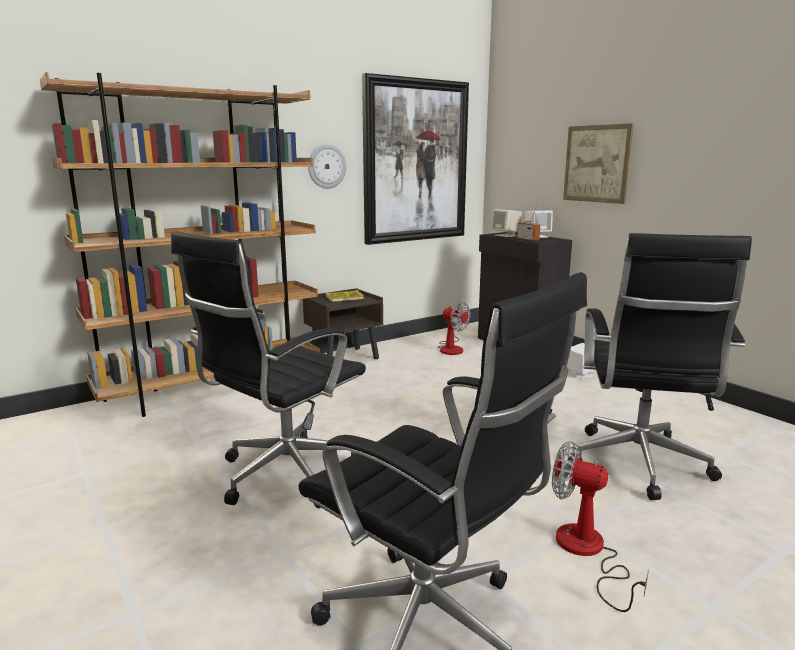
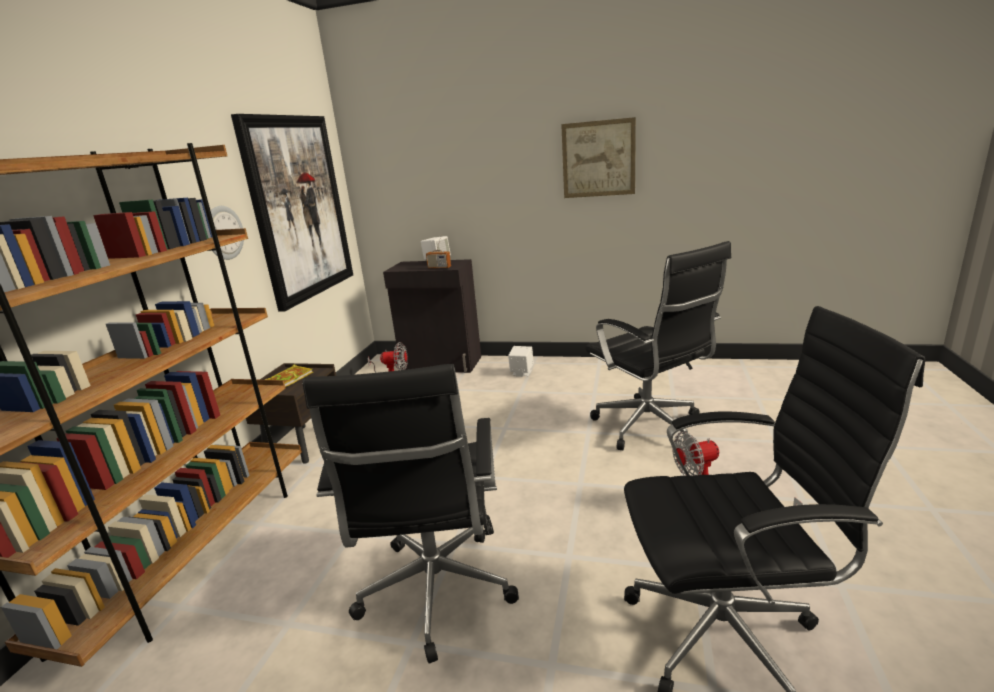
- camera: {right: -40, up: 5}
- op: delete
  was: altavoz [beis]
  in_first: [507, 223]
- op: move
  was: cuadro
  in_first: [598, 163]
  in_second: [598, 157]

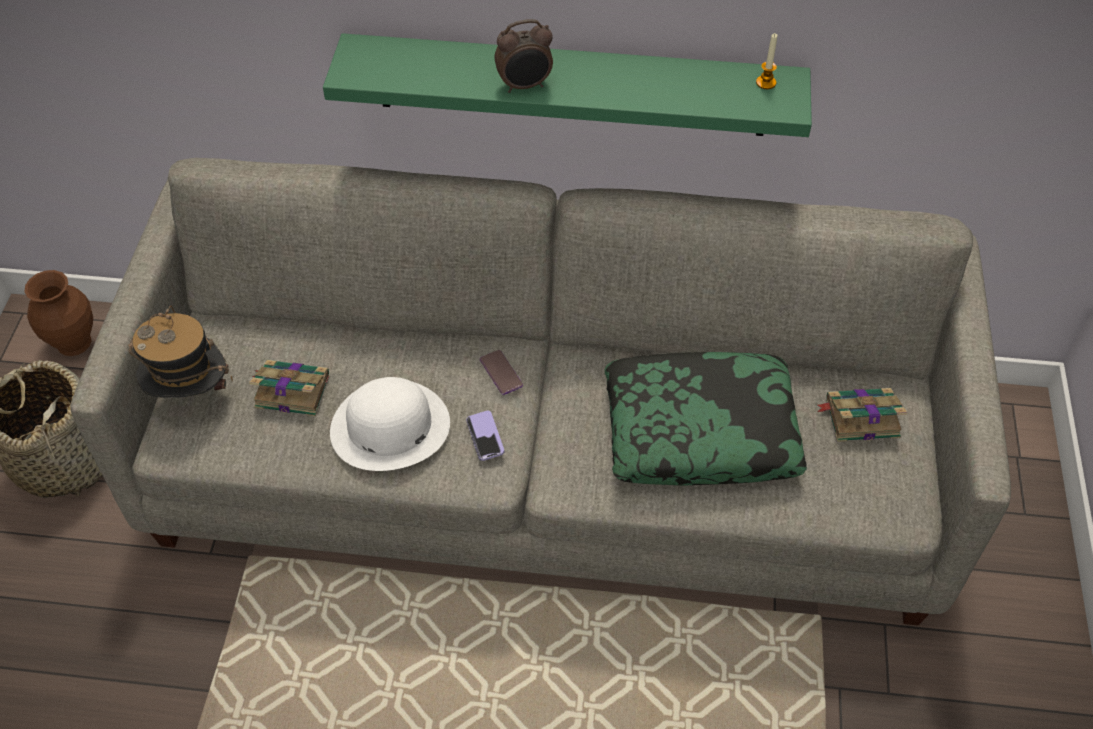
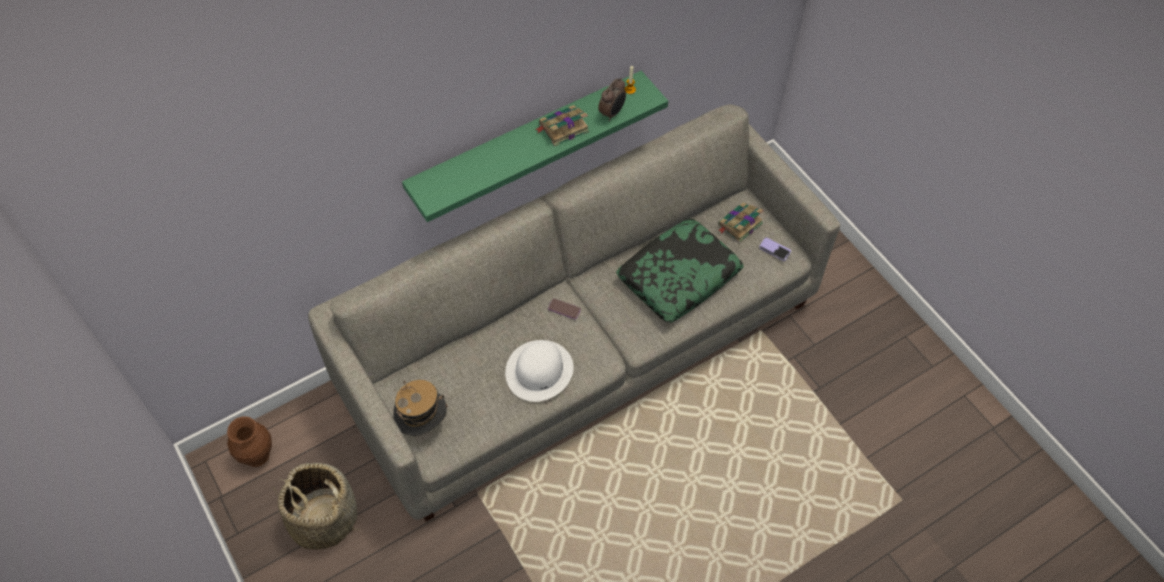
- camera: {right: -40, up: 5}
- op: move
  was: libro
  in_first: [289, 388]
  in_second: [562, 125]
- op: move
  was: móvil
  in_first: [485, 436]
  in_second: [775, 249]
- op: move
  was: despertador
  in_first: [524, 56]
  in_second: [612, 99]

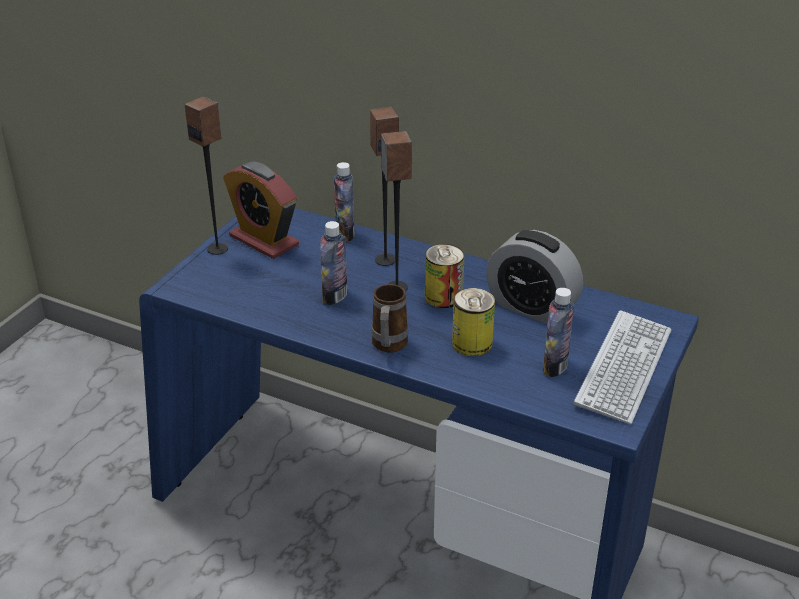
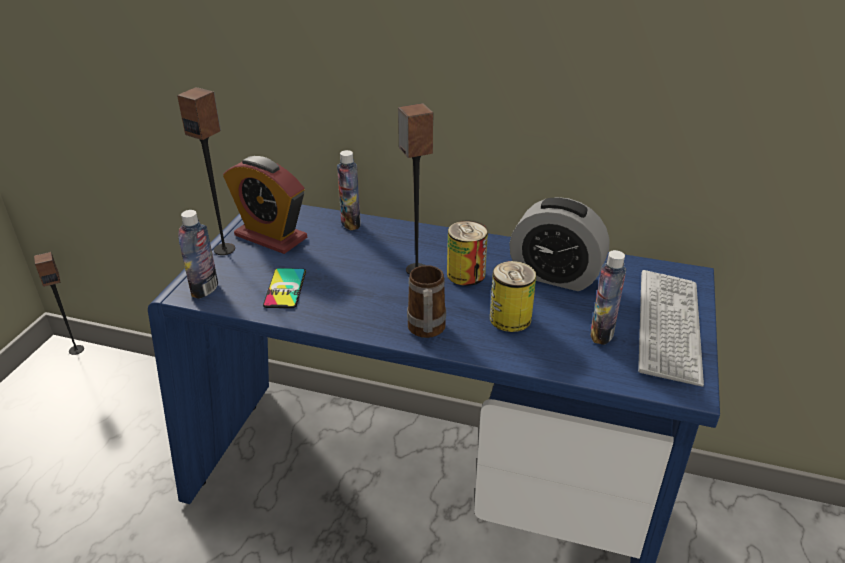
- camera: {right: -10, up: 0}
- op: insert
  now: móvil
  in_second: [284, 288]
- op: move
  was: botella
  in_first: [334, 263]
  in_second: [198, 254]
- op: move
  was: altavoz
  in_first: [384, 186]
  in_second: [59, 303]

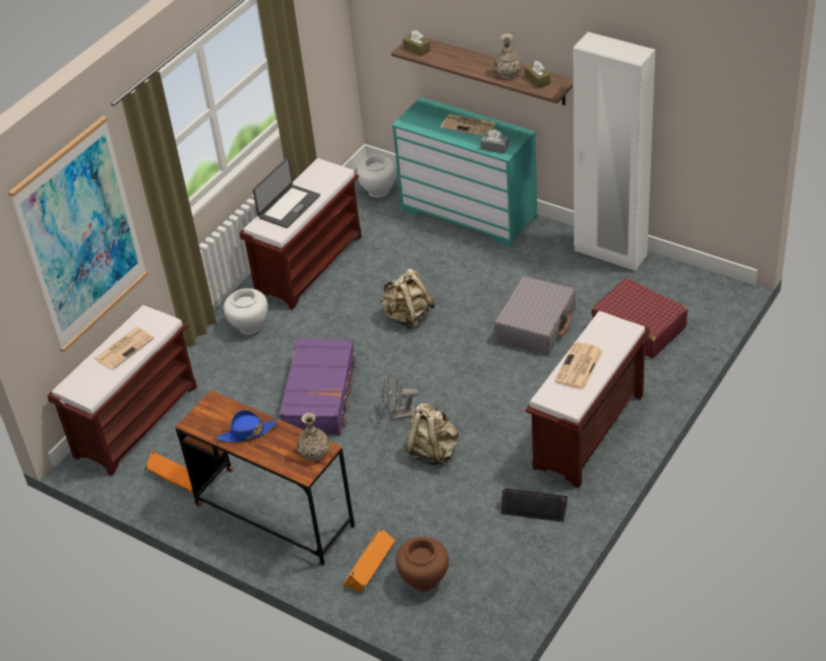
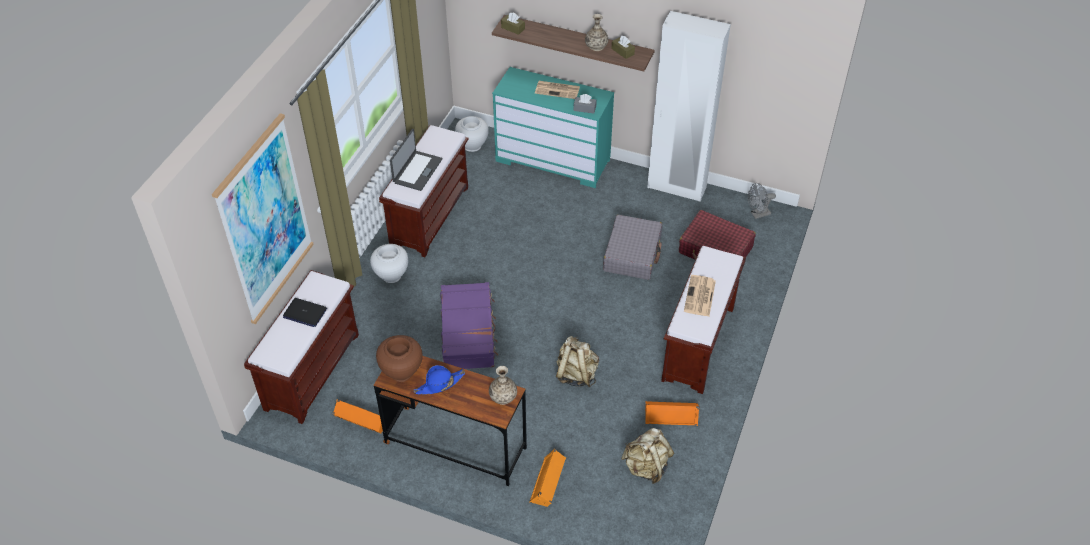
- camera: {right: -15, up: 5}
- op: move
  was: mochila [beis]
  in_first: [407, 299]
  in_second: [647, 456]
- op: move
  was: ventilador [gris]
  in_first: [400, 397]
  in_second: [762, 201]
- op: move
  was: florero [marrón]
  in_first: [422, 564]
  in_second: [399, 358]
- op: replace
  was: periódico
  now: portátil
  in_first: [124, 348]
  in_second: [305, 312]
- op: recolor
  was: altavoz [negro]
  now: altavoz [naranja]
  in_first: [534, 505]
  in_second: [672, 413]

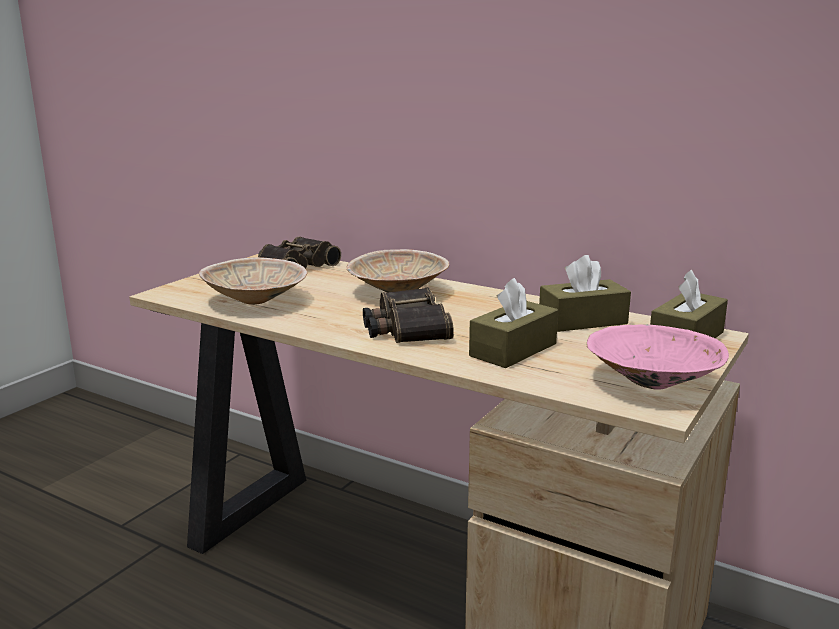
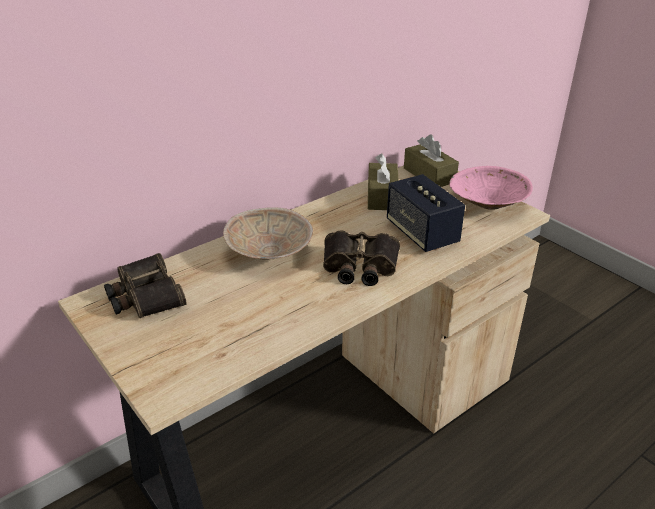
- camera: {right: -70, up: 15}
- op: delete
  was: cuenco [beis]
  in_first: [253, 281]
- op: replace
  was: caja de pañuelos [marrón]
  now: altavoz
  in_first: [513, 323]
  in_second: [426, 213]

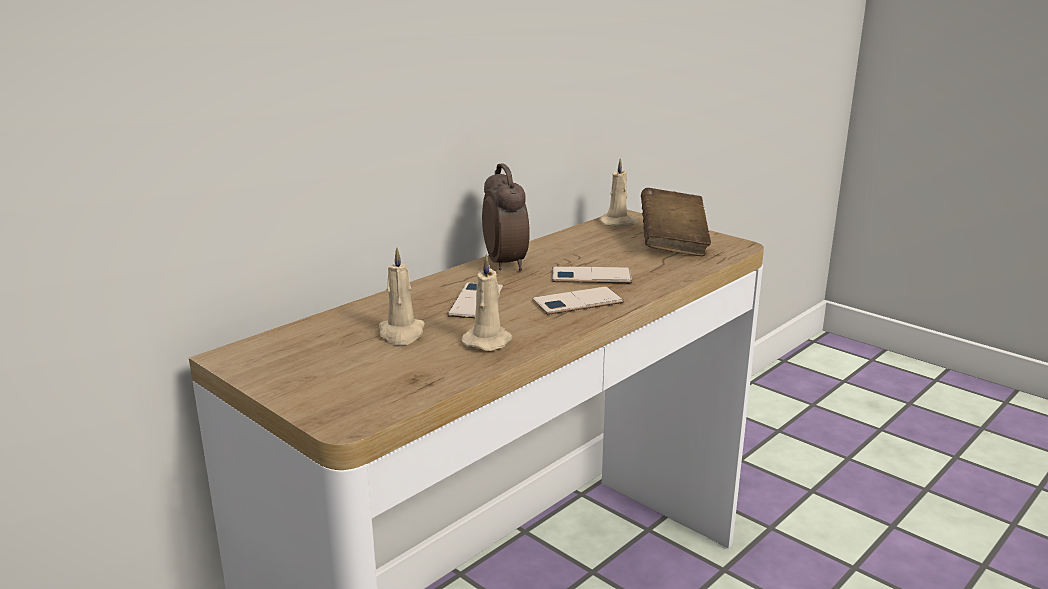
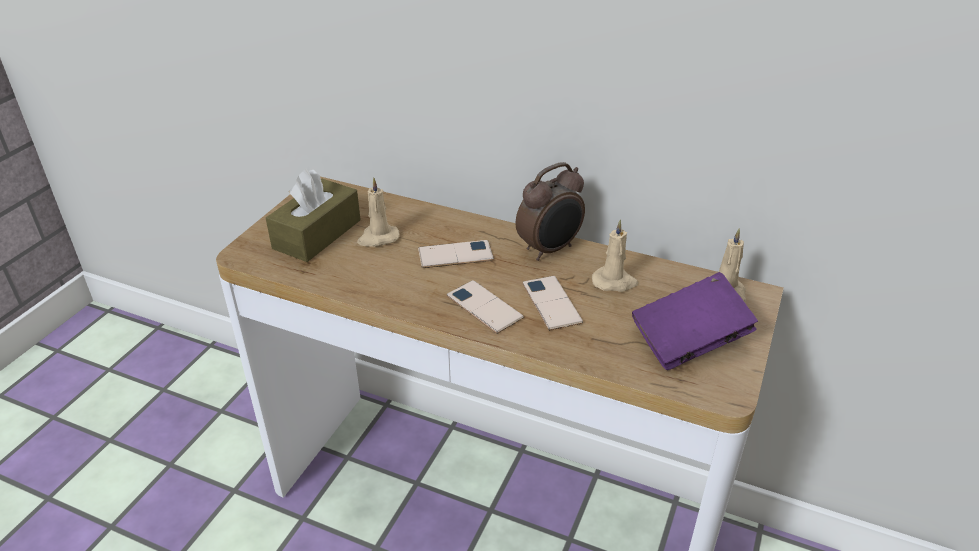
- camera: {right: 70, up: 15}
- op: insert
  now: caja de pañuelos [marrón]
  in_second: [313, 215]
- op: move
  was: vela [beis]
  in_first: [487, 302]
  in_second: [615, 255]
- op: recolor
  was: libro [marrón]
  now: libro [morado]
  in_first: [676, 222]
  in_second: [695, 321]

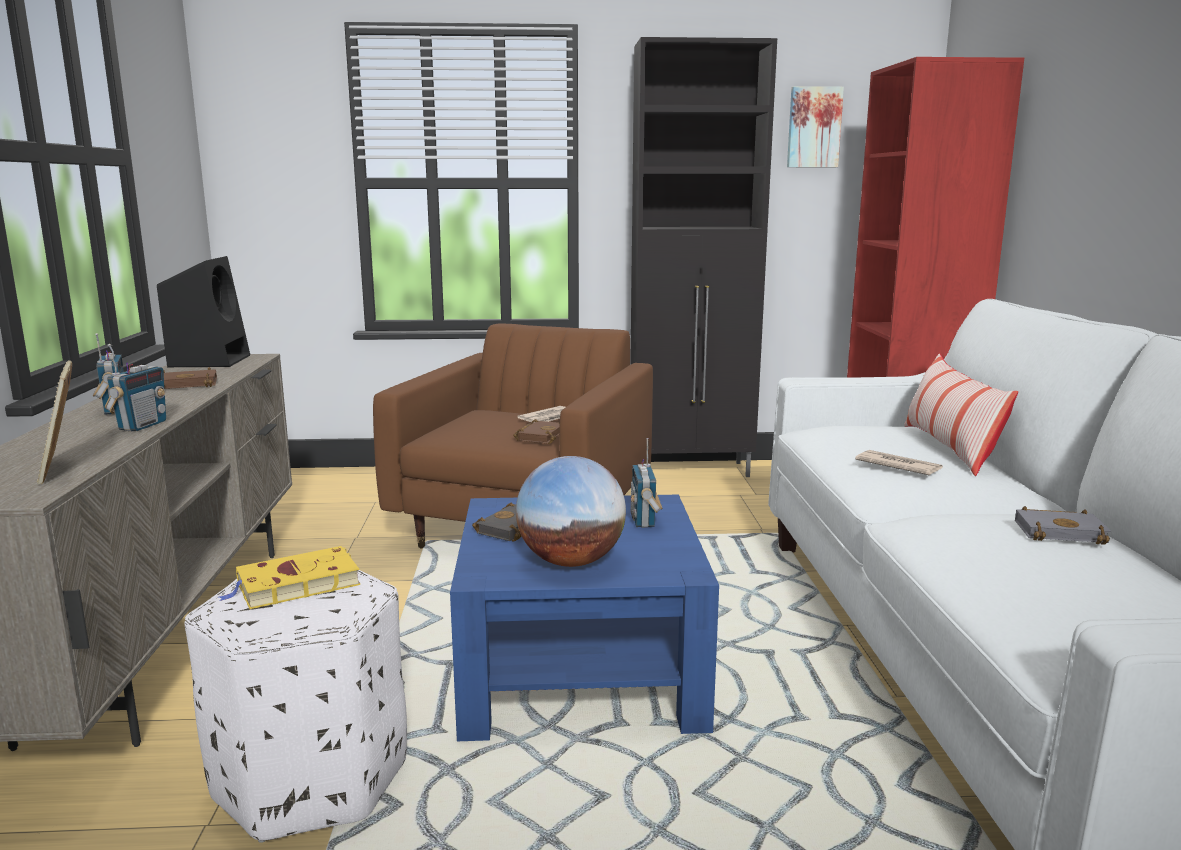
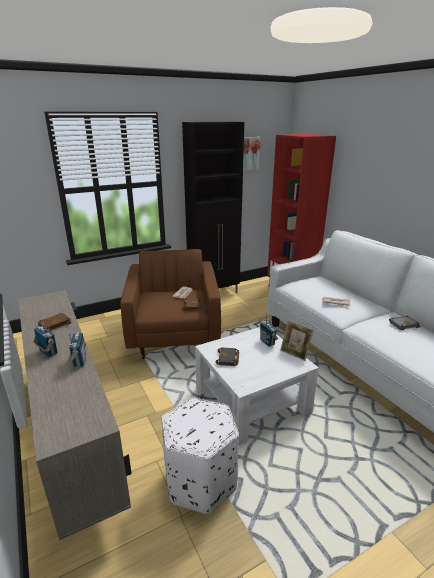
- camera: {right: -25, up: 10}
- op: delete
  was: altavoz [negro]
  in_first: [203, 311]
- op: delete
  was: libro [amarillo]
  in_first: [289, 577]
- op: delete
  was: globo terráqueo
  in_first: [571, 511]
- op: delete
  was: cojín
  in_first: [961, 415]
- op: move
  was: portarretratos
  in_first: [54, 422]
  in_second: [297, 340]
- op: recolor
  was: mesa de centro [azul]
  now: mesa de centro [blanco]
  in_first: [584, 618]
  in_second: [257, 386]

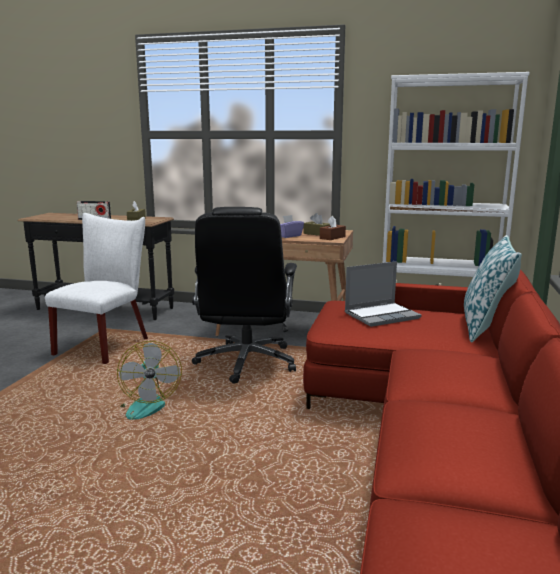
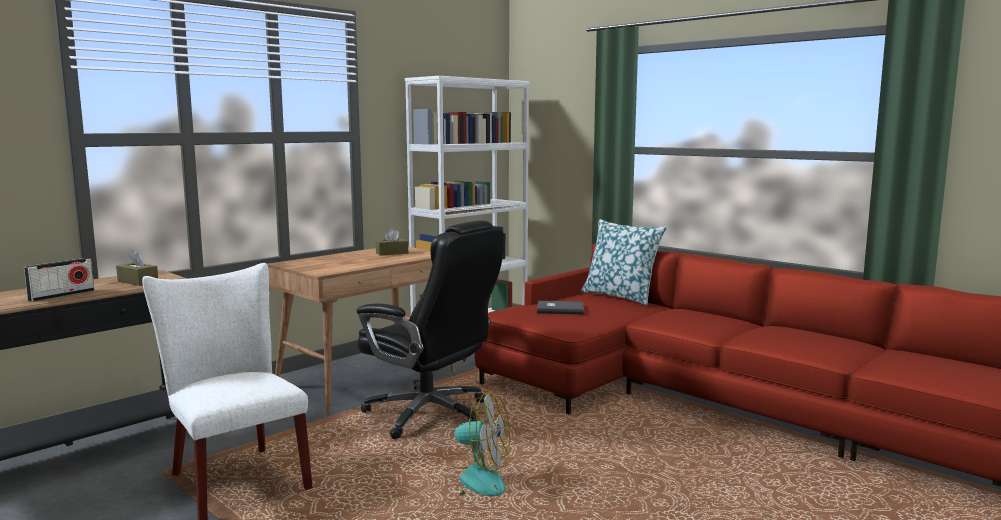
- camera: {right: -60, up: -5}
- op: delete
  was: caja de pañuelos [morado]
  in_first: [292, 226]
- op: delete
  was: caja de pañuelos [marrón]
  in_first: [333, 228]
- op: replace
  was: portátil
  now: libro [gris]
  in_first: [383, 294]
  in_second: [560, 308]

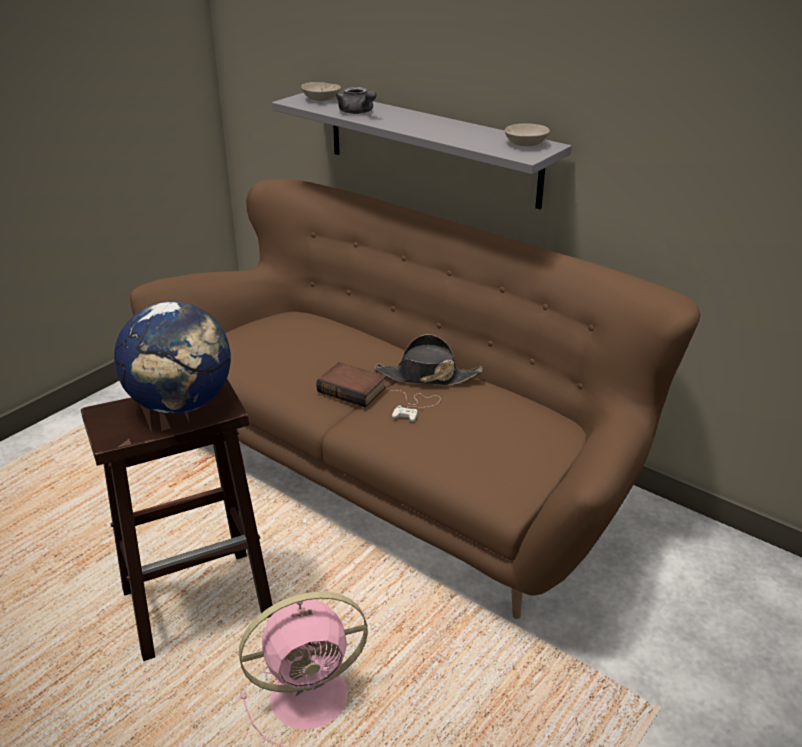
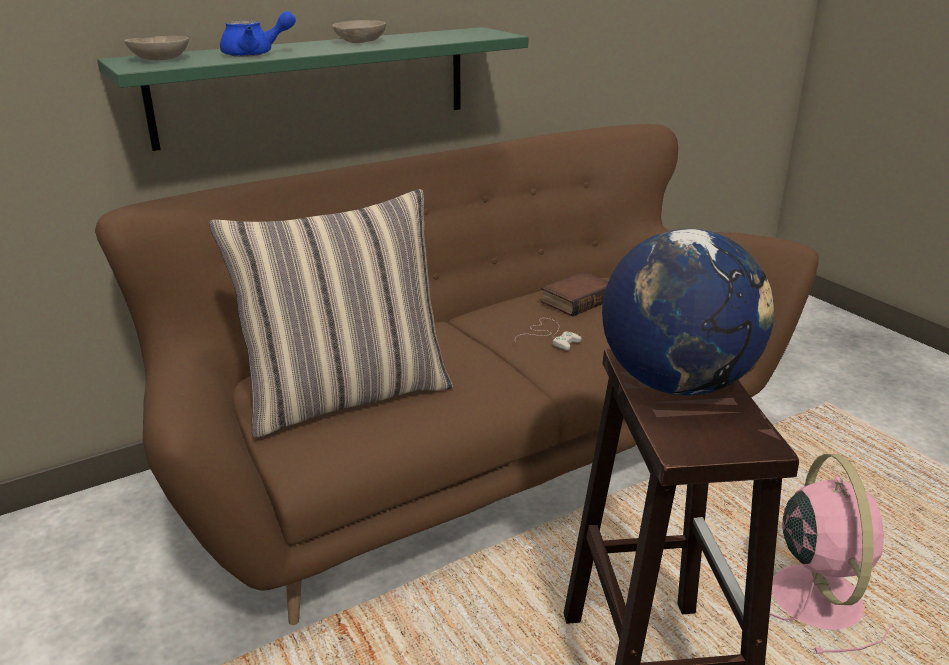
- camera: {right: -70, up: -5}
- op: delete
  was: sombrero [negro]
  in_first: [428, 359]
- op: insert
  now: cojín
  in_second: [331, 313]
- op: move
  was: libro
  in_first: [351, 384]
  in_second: [574, 294]
- op: move
  was: cuenco [beis]
  in_first: [527, 134]
  in_second: [359, 31]
- op: recolor
  was: estante [gris]
  now: estante [verde]
  in_first: [422, 151]
  in_second: [313, 89]
- op: recolor
  was: tetera [gris]
  now: tetera [azul]
  in_first: [355, 100]
  in_second: [258, 34]

